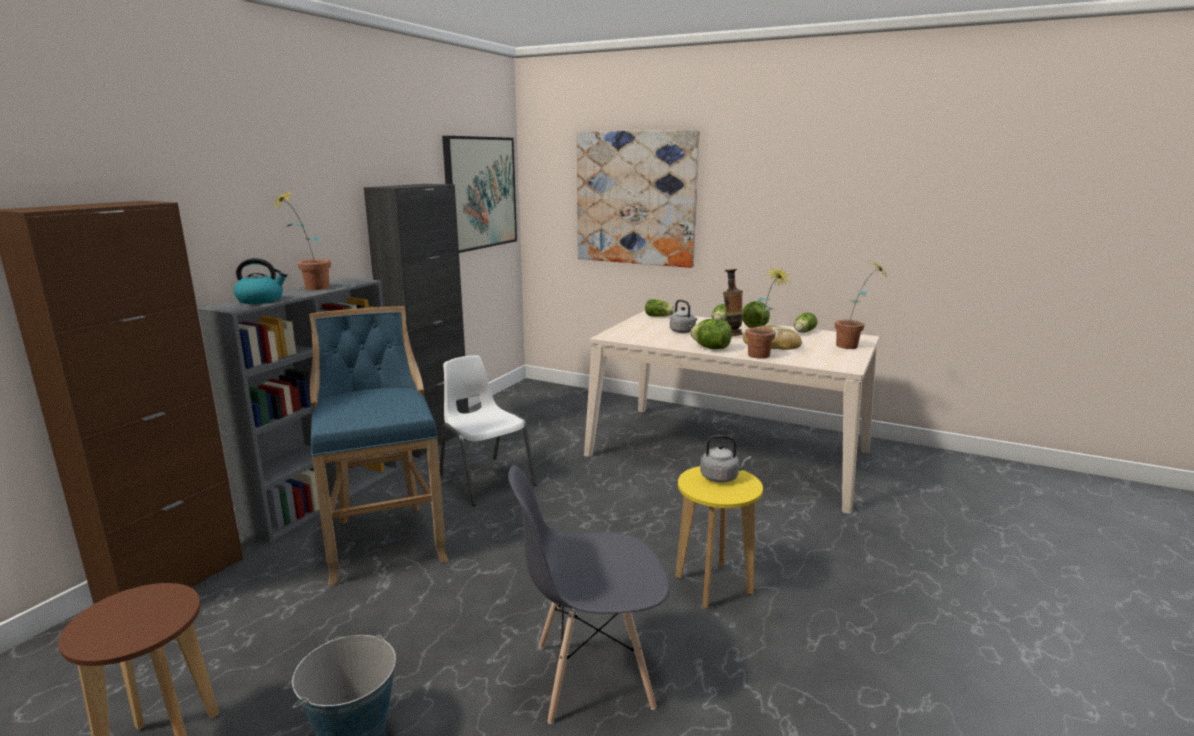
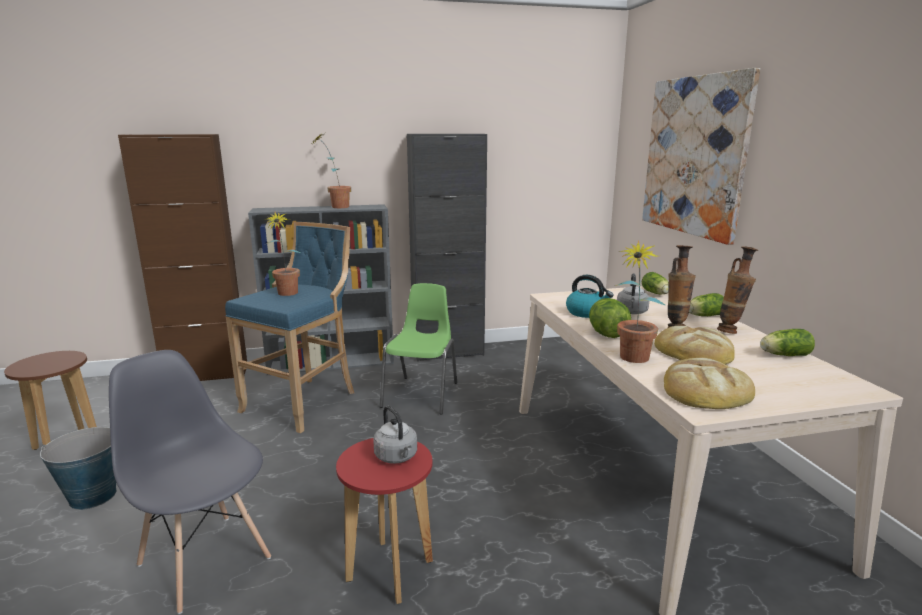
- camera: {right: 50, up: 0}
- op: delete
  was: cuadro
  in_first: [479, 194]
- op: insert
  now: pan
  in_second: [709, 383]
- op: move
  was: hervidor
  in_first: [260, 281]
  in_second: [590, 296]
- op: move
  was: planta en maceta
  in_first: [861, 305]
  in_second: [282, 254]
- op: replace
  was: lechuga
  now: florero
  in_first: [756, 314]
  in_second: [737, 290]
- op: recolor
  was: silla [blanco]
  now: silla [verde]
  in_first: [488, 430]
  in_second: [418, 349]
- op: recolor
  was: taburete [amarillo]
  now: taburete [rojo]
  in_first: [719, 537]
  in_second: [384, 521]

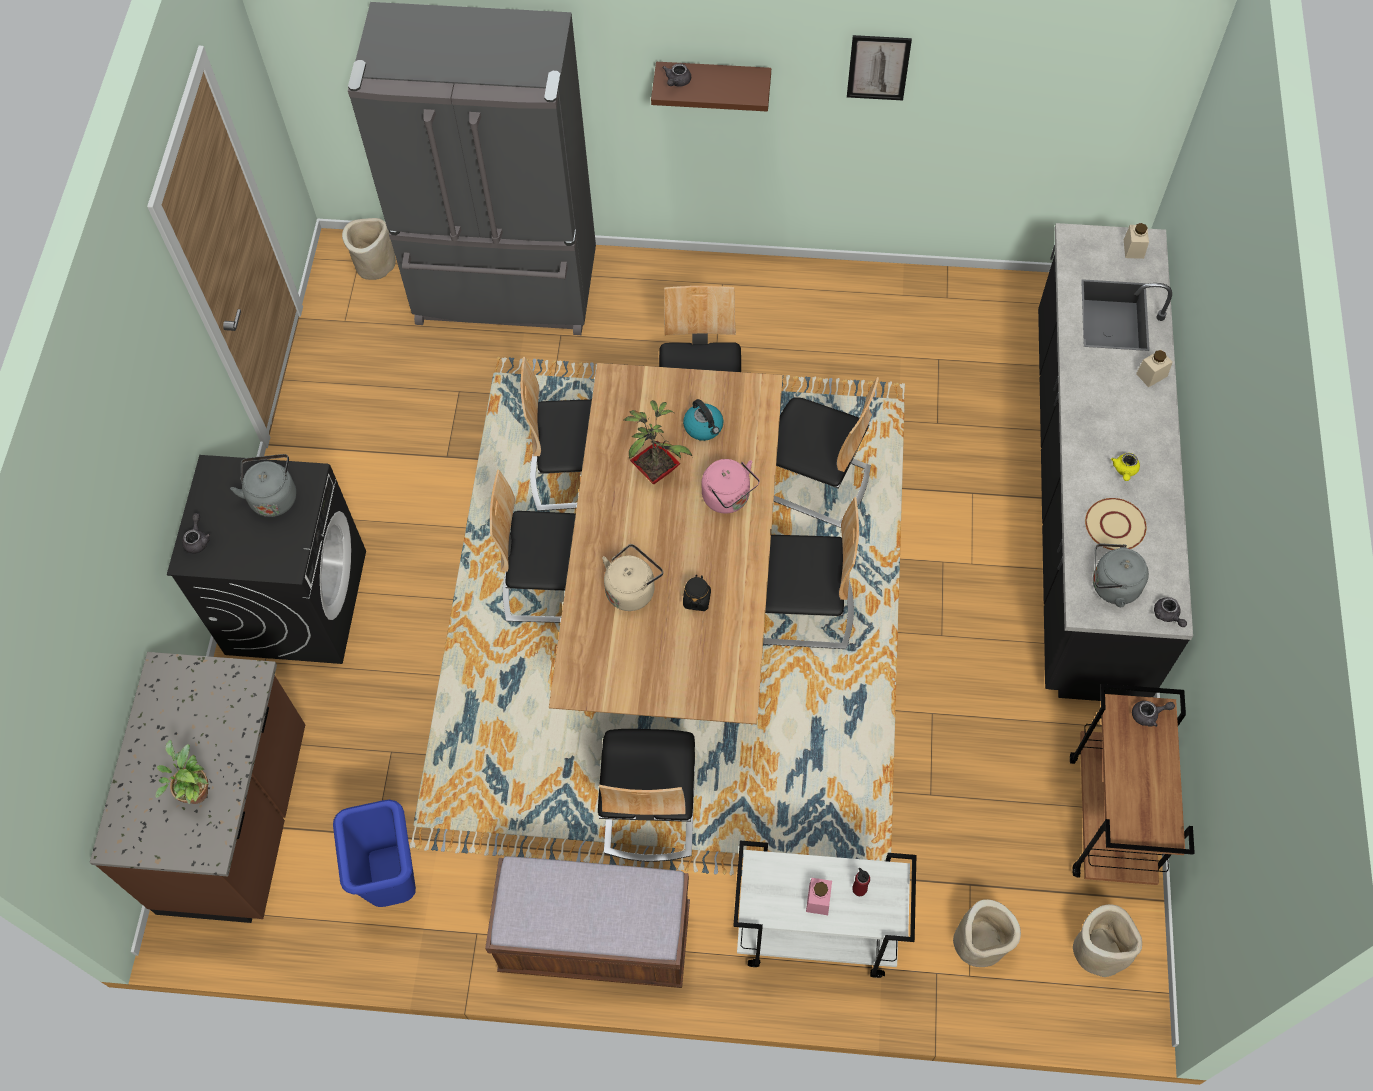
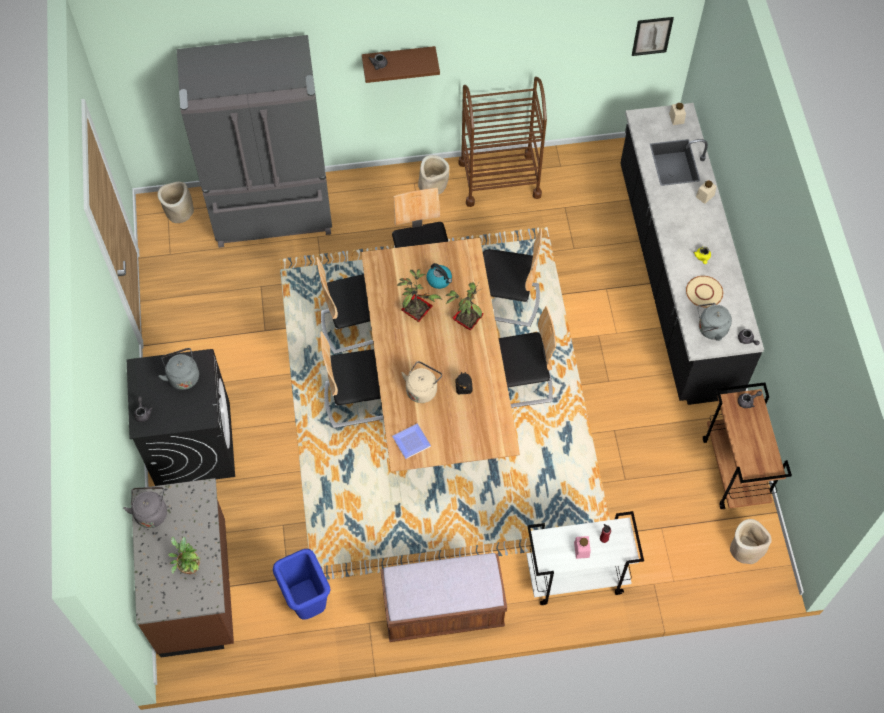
- camera: {right: -15, up: 0}
- op: delete
  was: silla
  in_first: [646, 795]
- op: insert
  now: hervidor [gris]
  in_second: [145, 507]
- op: insert
  now: plato
  in_second: [411, 441]
- op: insert
  now: carrito [marrón]
  in_second: [502, 142]
- op: move
  was: cuadro
  in_first: [879, 67]
  in_second: [653, 36]
- op: move
  was: maceta [beis]
  in_first: [987, 933]
  in_second: [434, 175]
- op: replace
  was: hervidor [rosa]
  now: planta en maceta
  in_first: [731, 486]
  in_second: [464, 306]

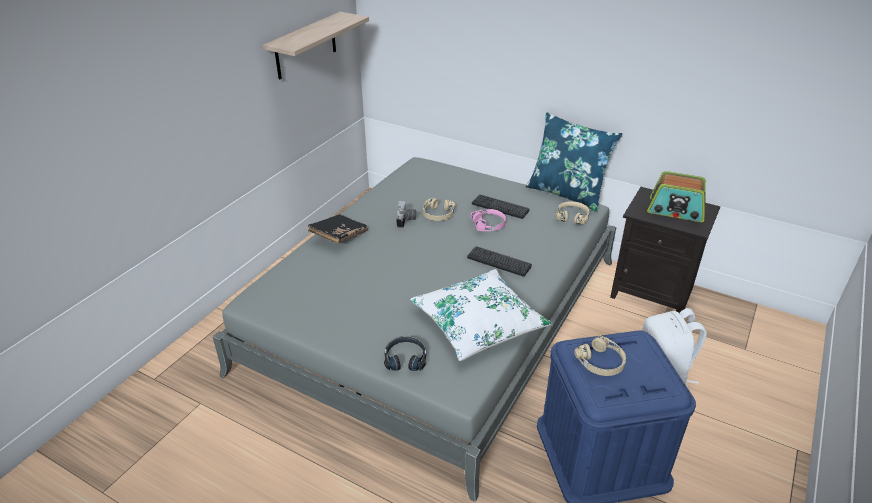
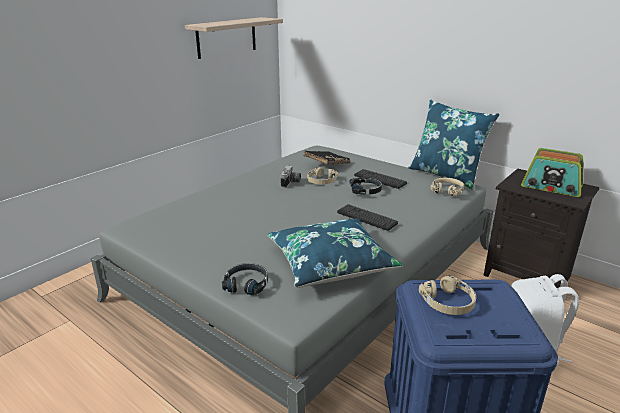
- camera: {right: 10, up: -10}
- op: move
  was: libro [negro]
  in_first: [337, 229]
  in_second: [326, 157]
- op: recolor
  was: cojín [blanco]
  now: cojín [azul]
  in_first: [481, 315]
  in_second: [335, 253]
- op: recolor
  was: auriculares [rosa]
  now: auriculares [negro]
  in_first: [488, 220]
  in_second: [366, 186]

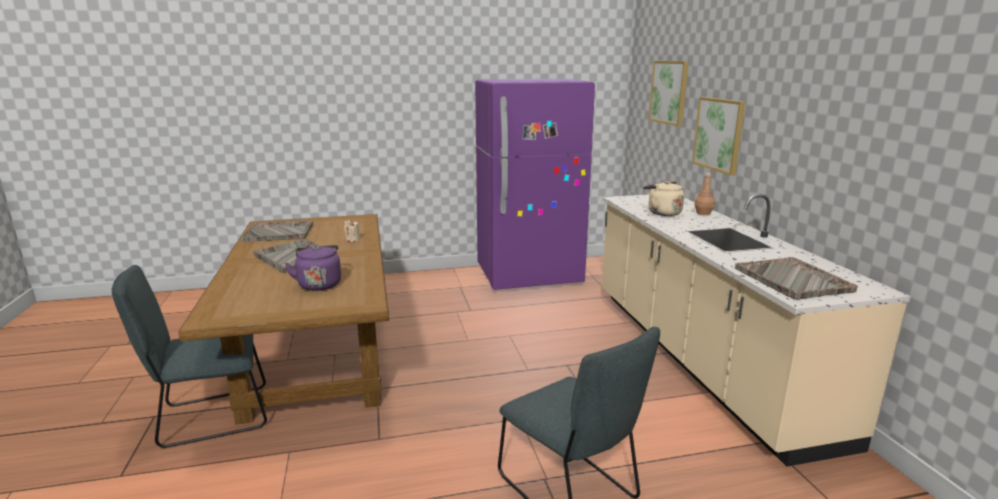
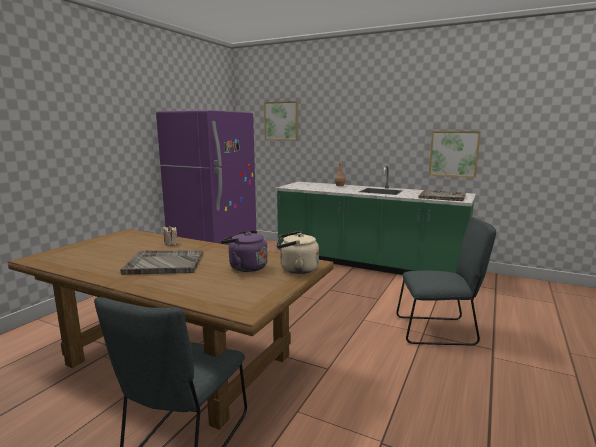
- camera: {right: -50, up: -5}
- op: delete
  was: bandeja [gris]
  in_first: [277, 231]
- op: move
  was: hervidor [beis]
  in_first: [663, 198]
  in_second: [297, 252]
- op: move
  was: cuadro
  in_first: [718, 136]
  in_second: [455, 154]
- op: recolor
  was: mueble bajo de cocina [beis]
  now: mueble bajo de cocina [verde]
  in_first: [756, 330]
  in_second: [375, 220]

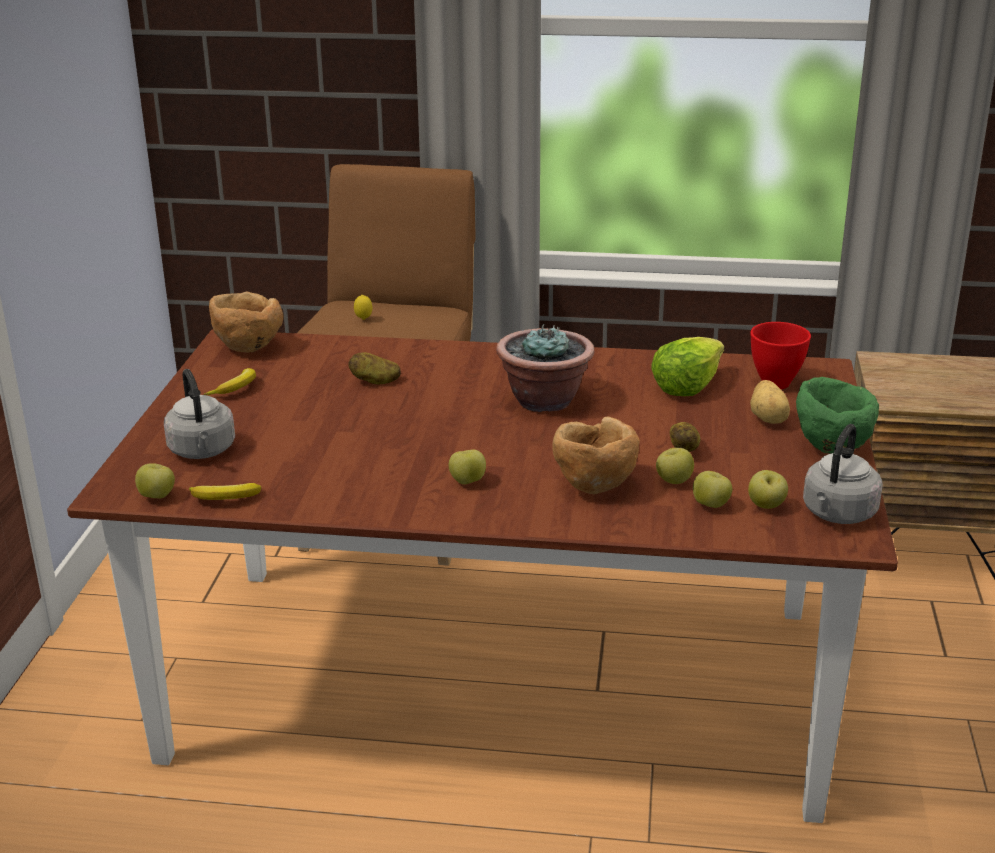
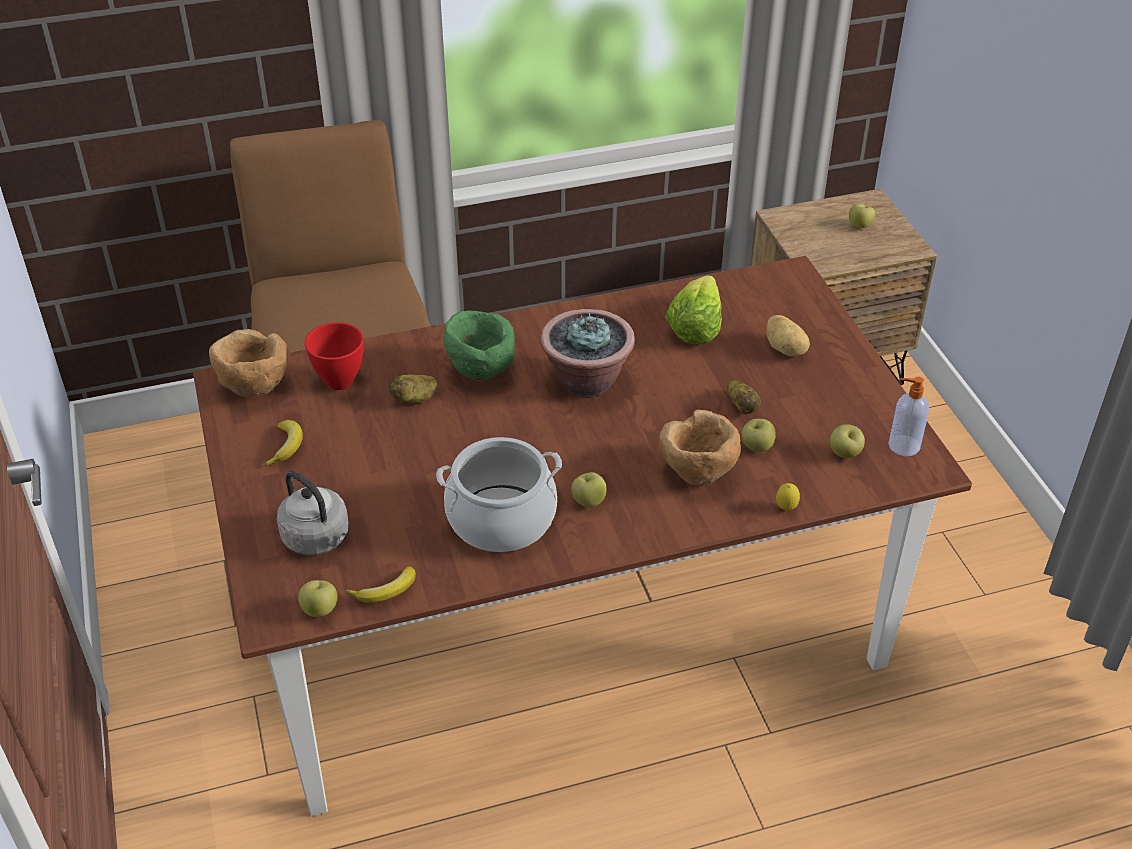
- camera: {right: -25, up: 15}
- op: insert
  now: olla
  in_second: [499, 494]
- op: move
  was: limón
  in_first: [363, 307]
  in_second: [788, 497]
- op: move
  was: manzana
  in_first: [712, 489]
  in_second: [862, 216]
- op: move
  was: cuenco [rojo]
  in_first: [780, 355]
  in_second: [334, 356]
- op: move
  was: cuenco [verde]
  in_first: [837, 415]
  in_second: [479, 345]
- op: replace
  was: hervidor [gris]
  now: dispensador de jabón
  in_first: [843, 474]
  in_second: [908, 416]

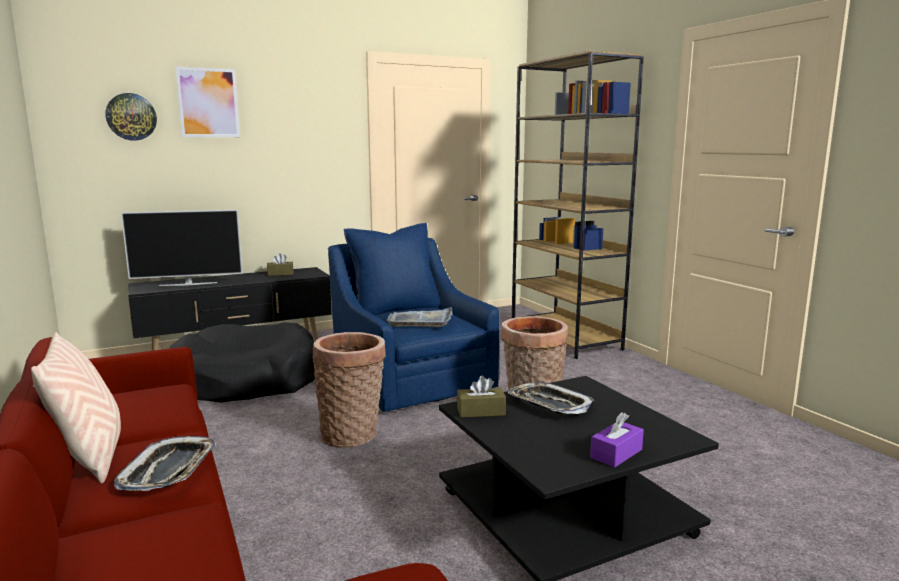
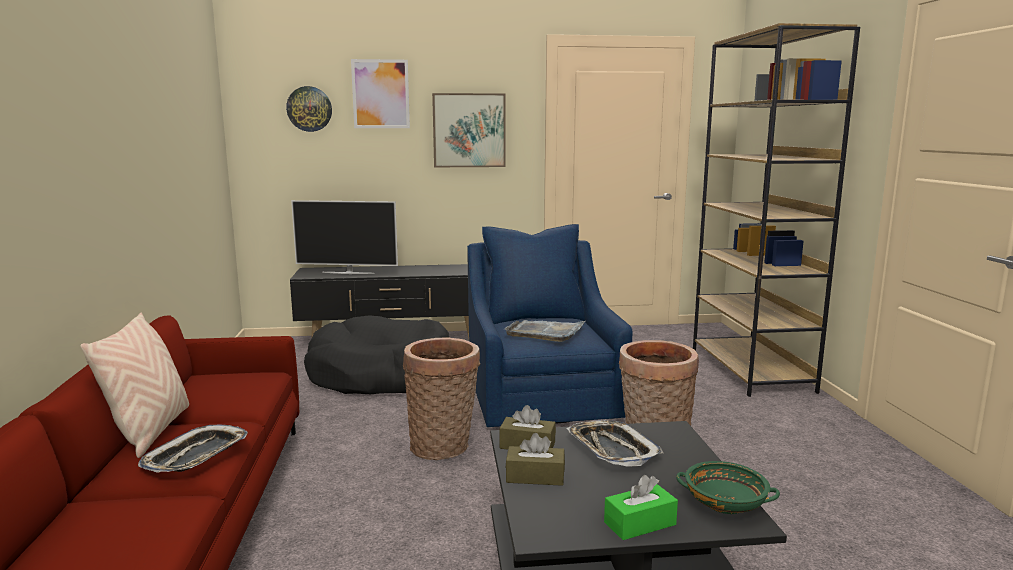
- camera: {right: 20, up: 0}
- op: insert
  now: cuadro
  in_second: [469, 130]
- op: insert
  now: cuenco [verde]
  in_second: [728, 487]
- op: move
  was: caja de pañuelos [marrón]
  in_first: [280, 264]
  in_second: [535, 459]
- op: recolor
  was: caja de pañuelos [morado]
  now: caja de pañuelos [verde]
  in_first: [617, 440]
  in_second: [641, 507]

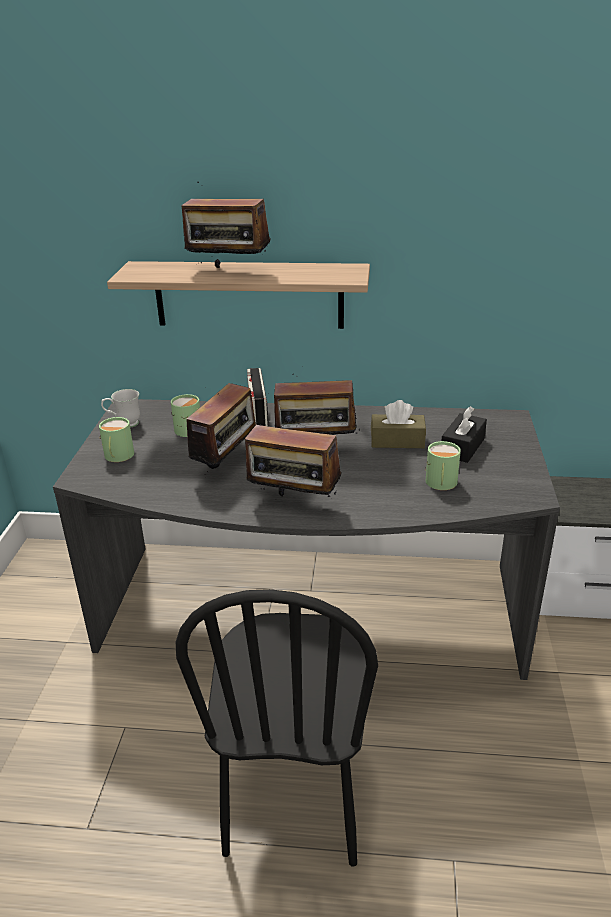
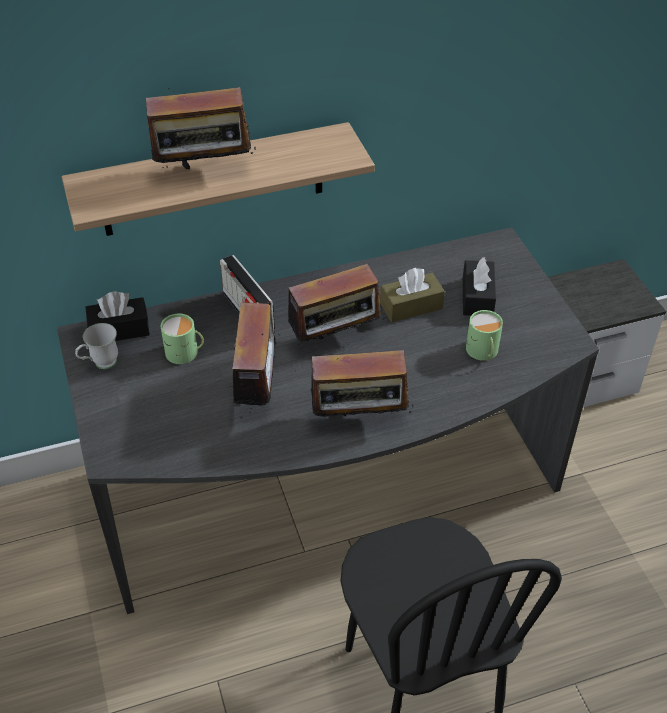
- camera: {right: -25, up: 15}
- op: delete
  was: taza grande [verde]
  in_first: [116, 439]
- op: insert
  now: caja de pañuelos [negro]
  in_second: [117, 316]

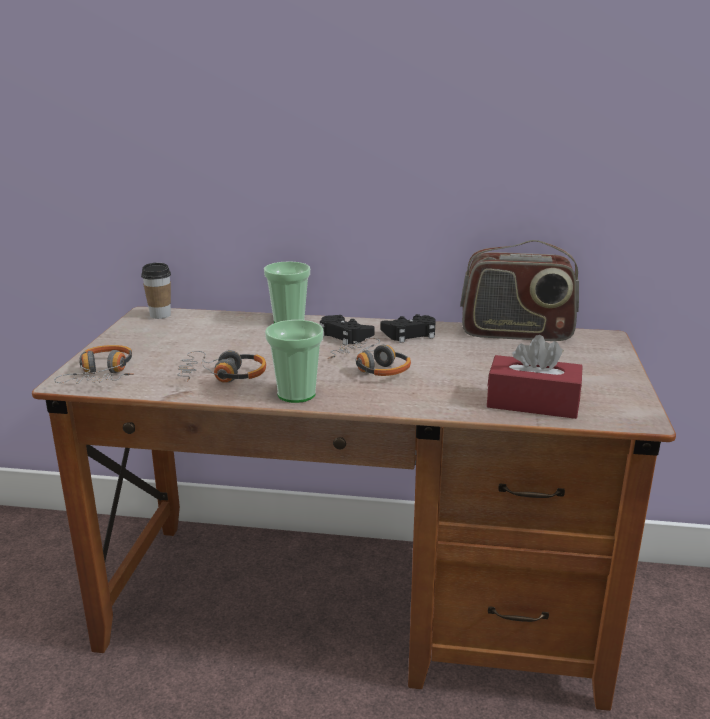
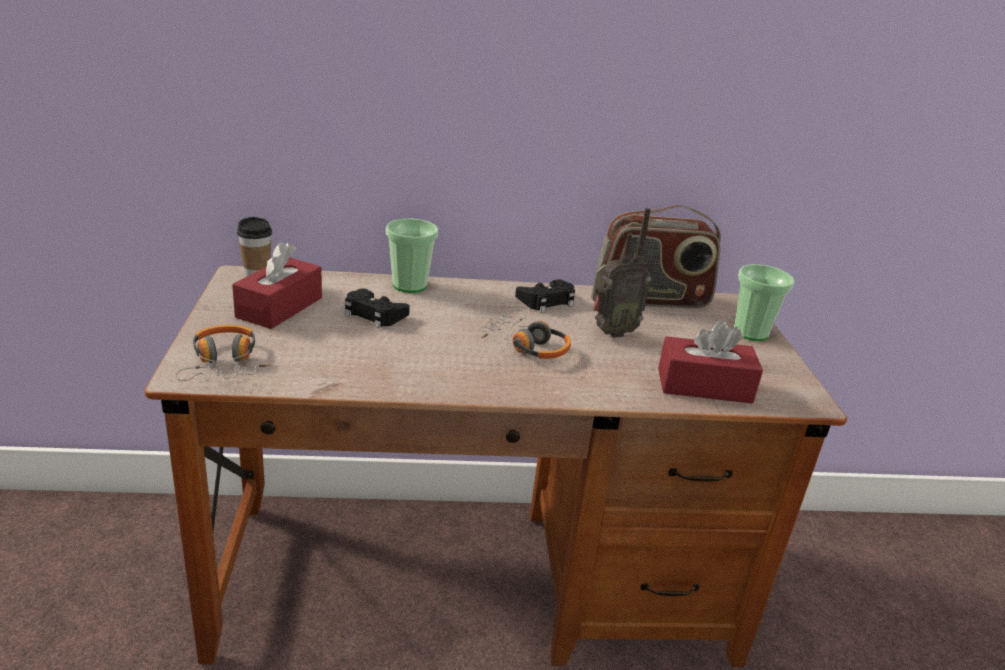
- camera: {right: -15, up: 5}
- op: delete
  was: auriculares
  in_first: [222, 366]
- op: insert
  now: caja de pañuelos [rojo]
  in_second: [277, 285]
- op: insert
  now: radio
  in_second: [621, 273]
- op: move
  was: taza
  in_first: [294, 361]
  in_second: [764, 302]
- op: move
  was: mando de consola [negro]
  in_first: [347, 330]
  in_second: [377, 308]

